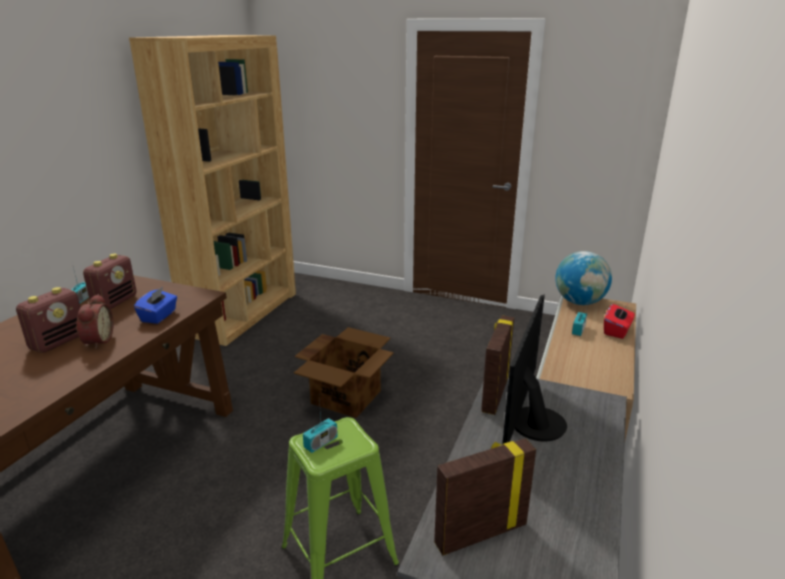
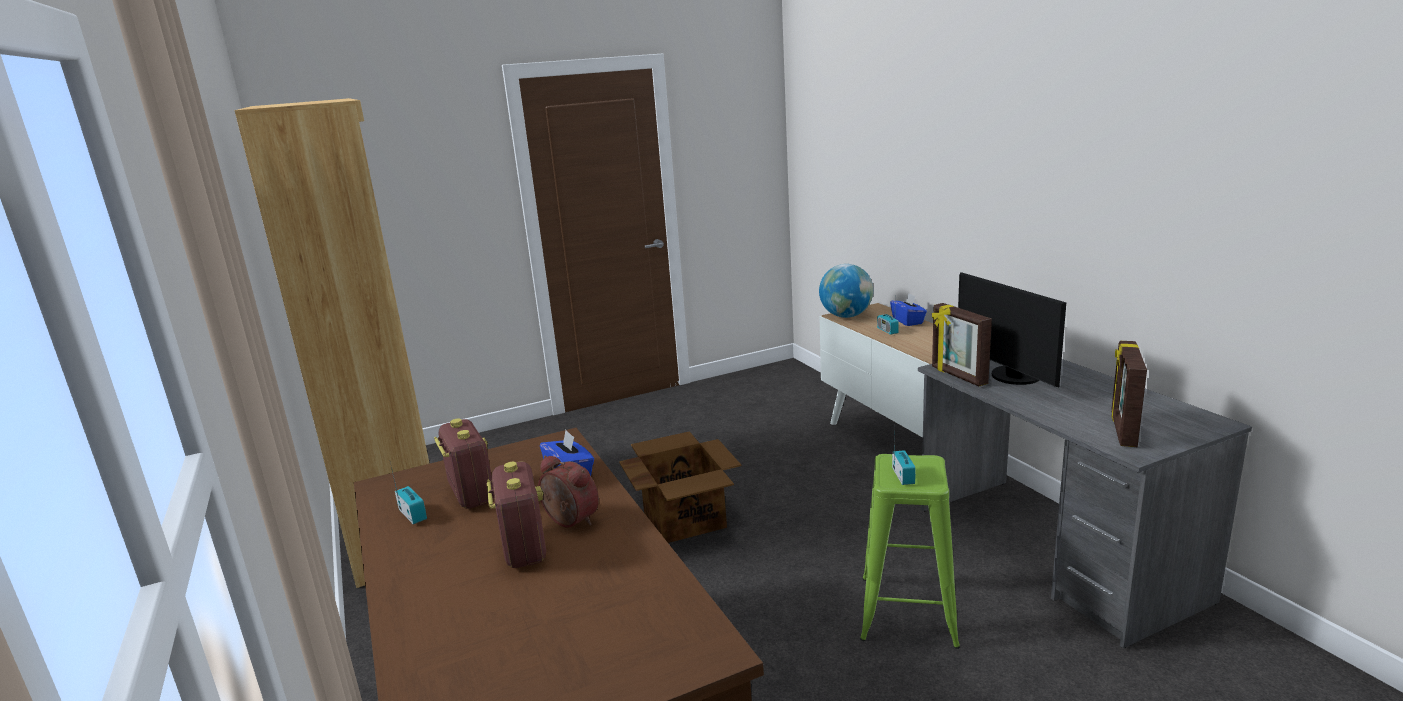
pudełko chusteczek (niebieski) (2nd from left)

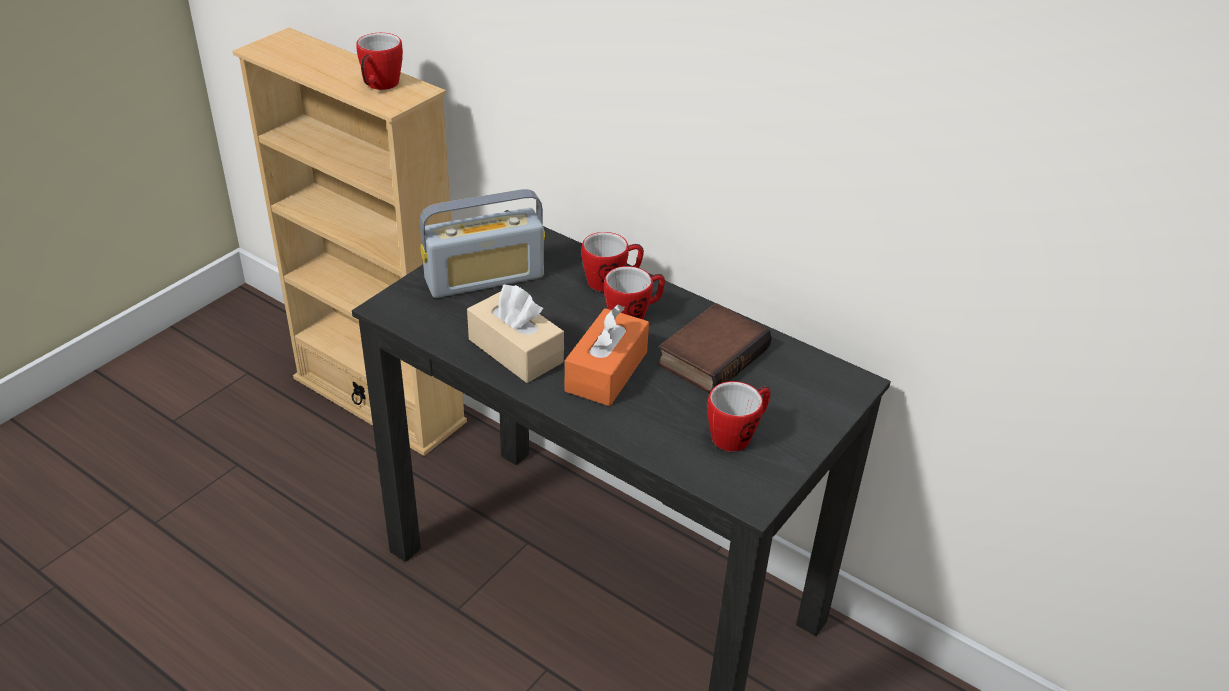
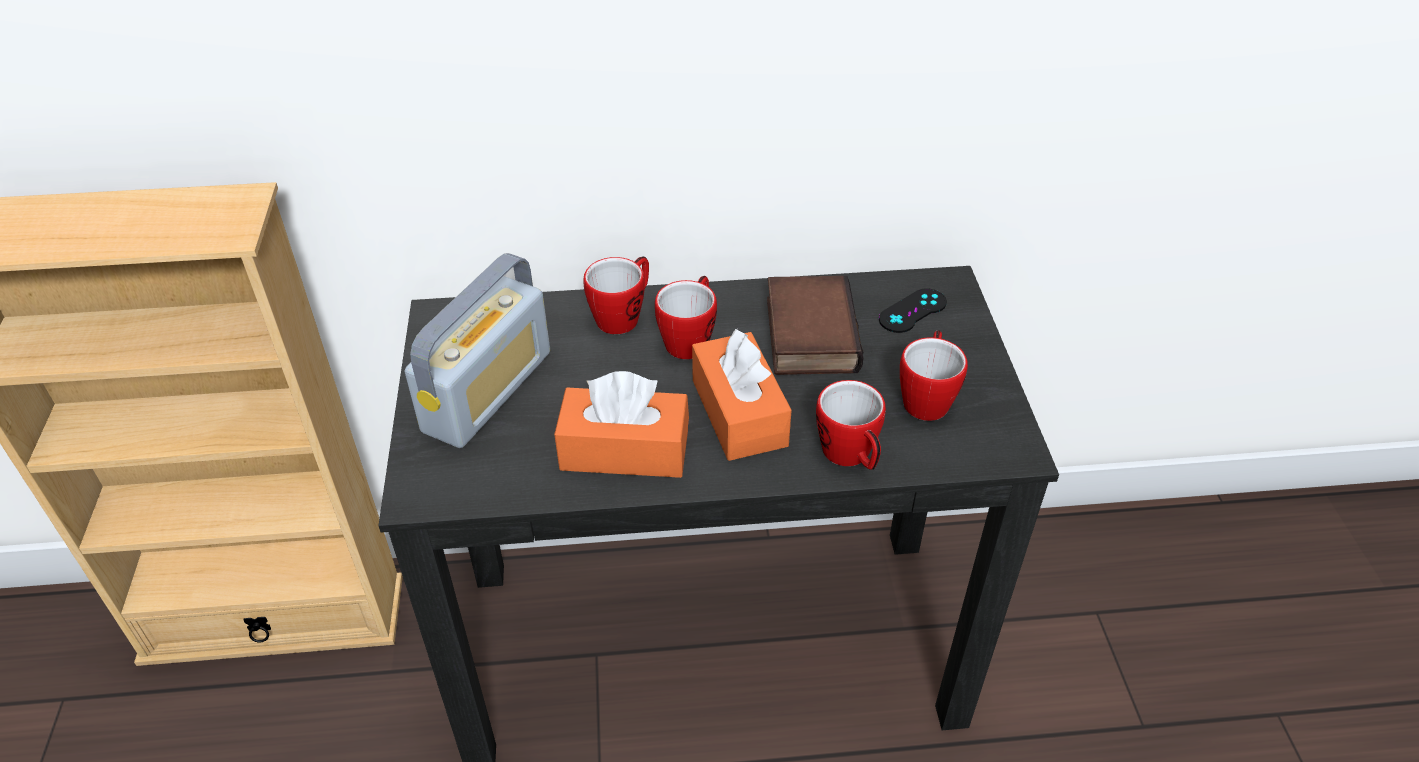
kubek (3rd from left)
pudełko chusteczek (pomarańczowy) (1st from left)
pad do gier (czarny)

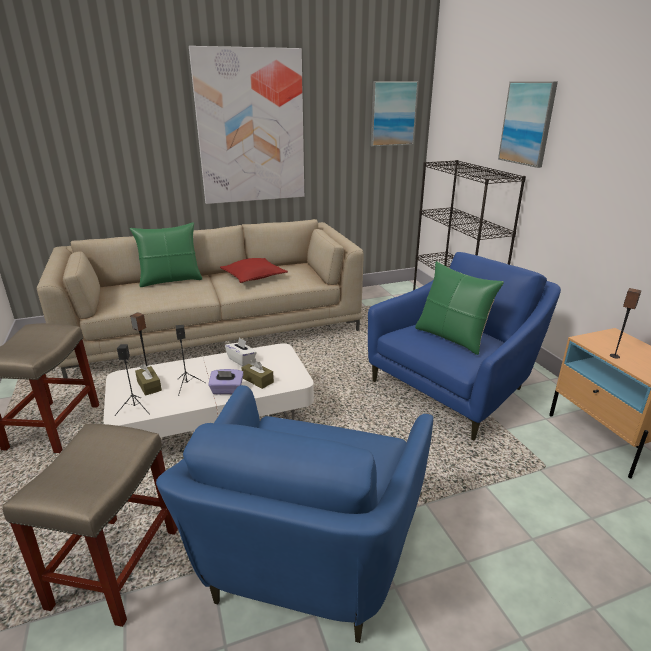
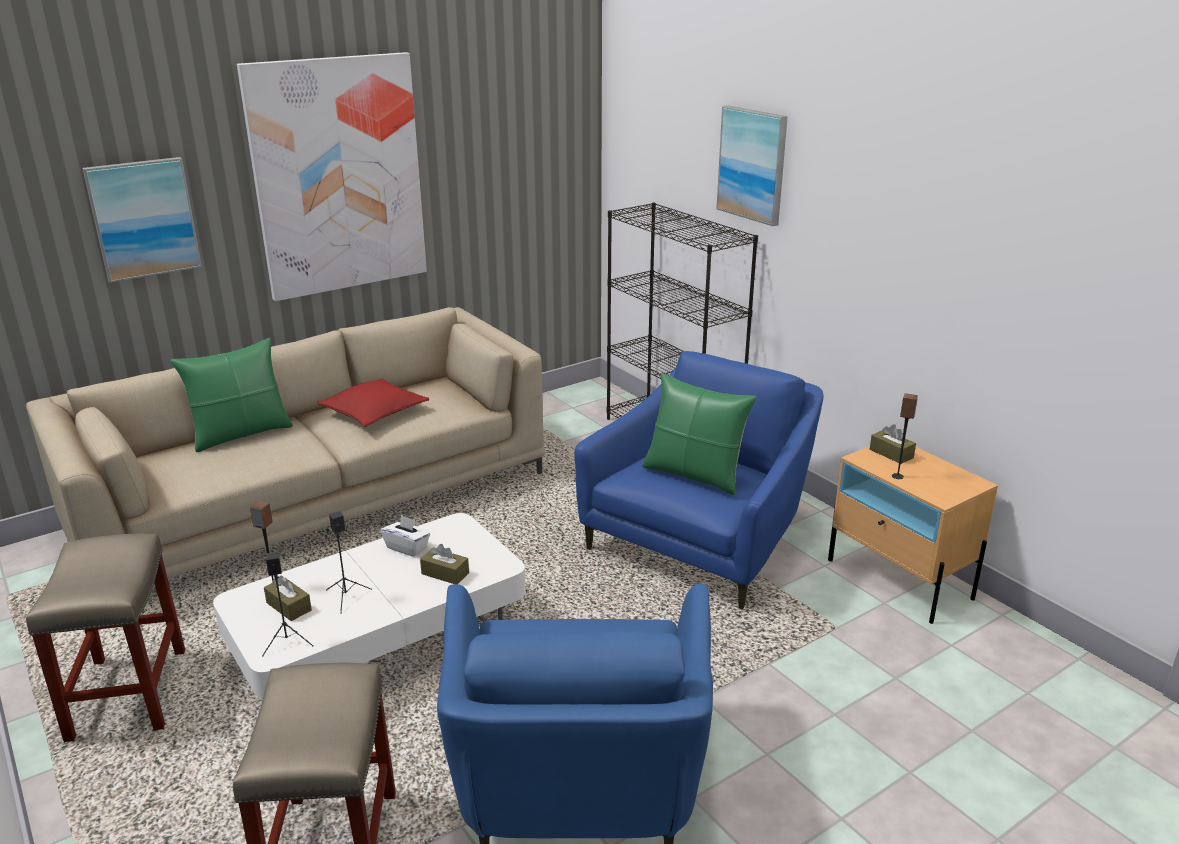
obraz (1st from left)
pudełko chusteczek (fioletowy)
pudełko chusteczek (brązowy) (3rd from left)

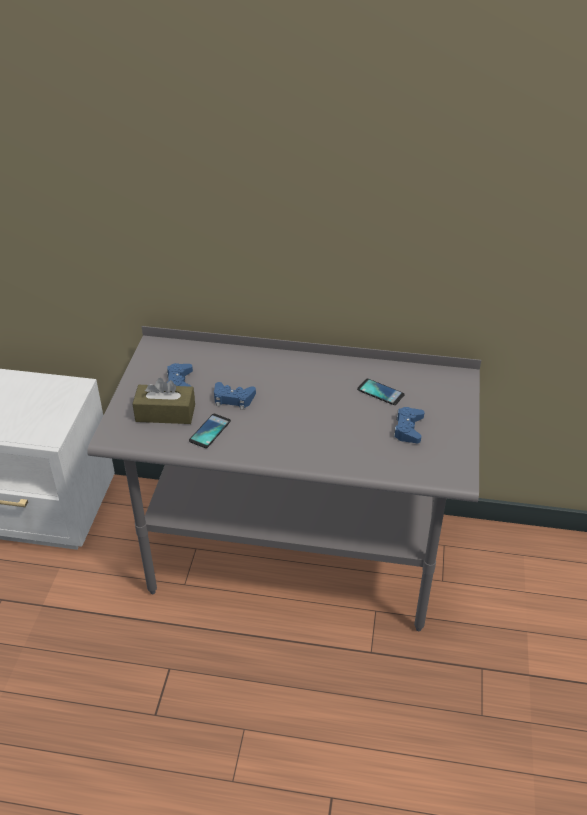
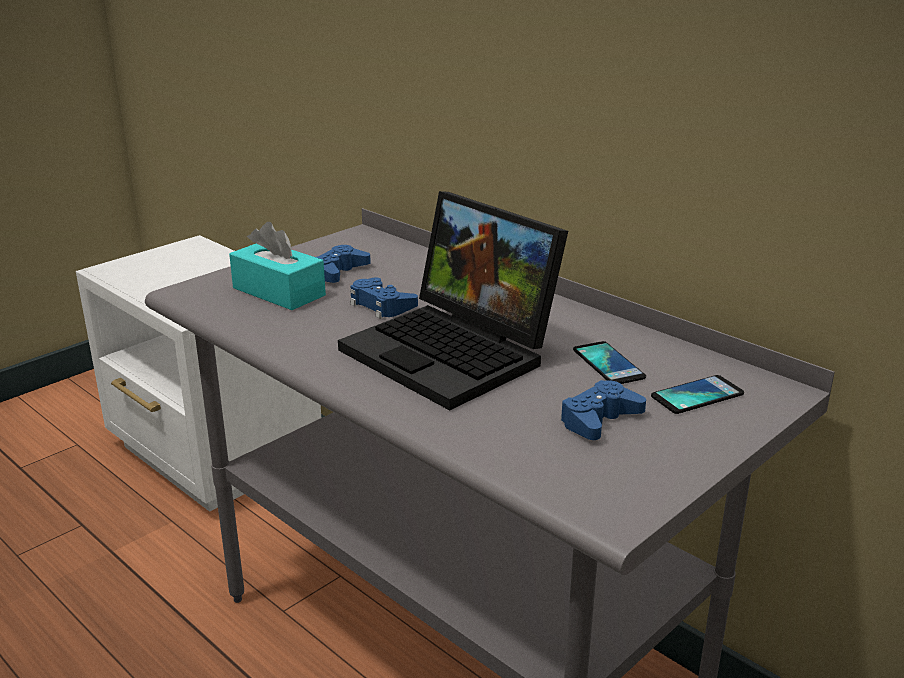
pudełko chusteczek (turkusowy)
telefon (2nd from left)
laptop

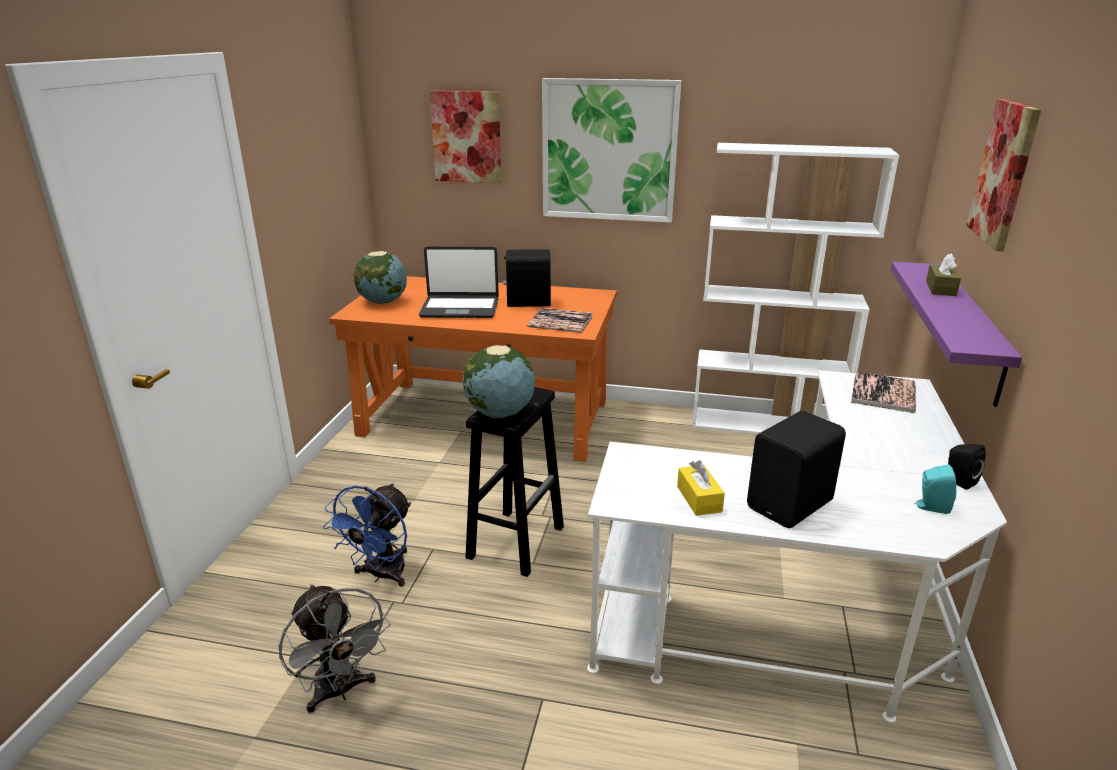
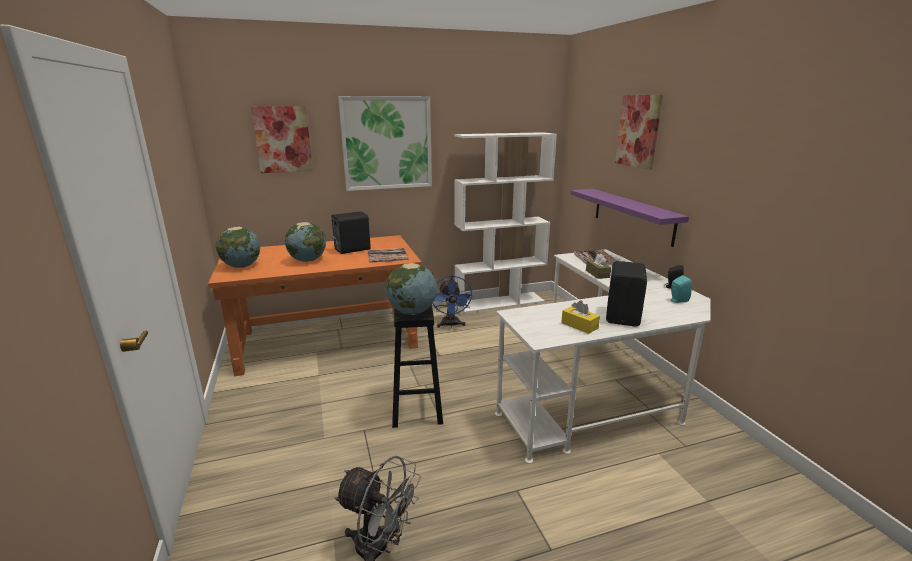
globus (2nd from left)
pudełko chusteczek (brązowy)
wentylator (niebieski)

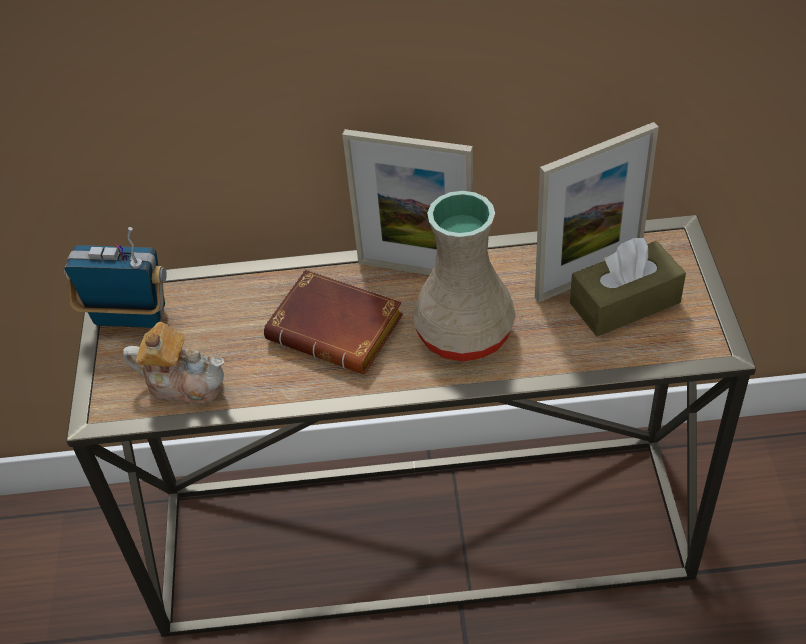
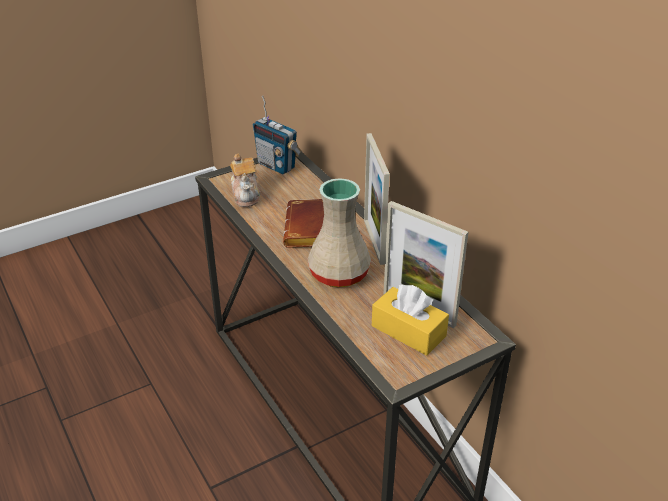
radio
pudełko chusteczek (żółty)

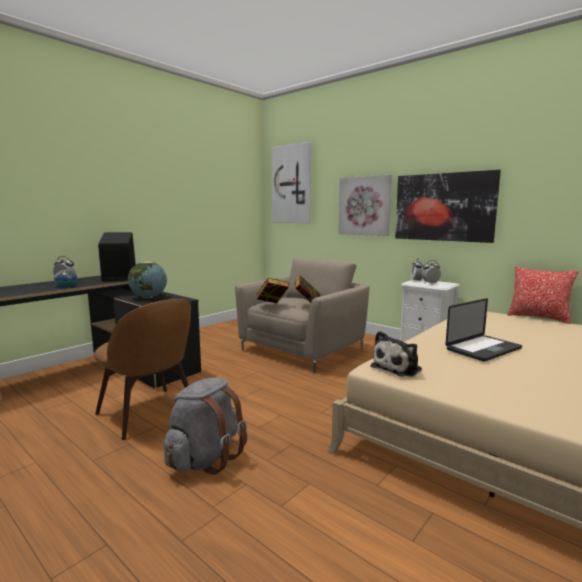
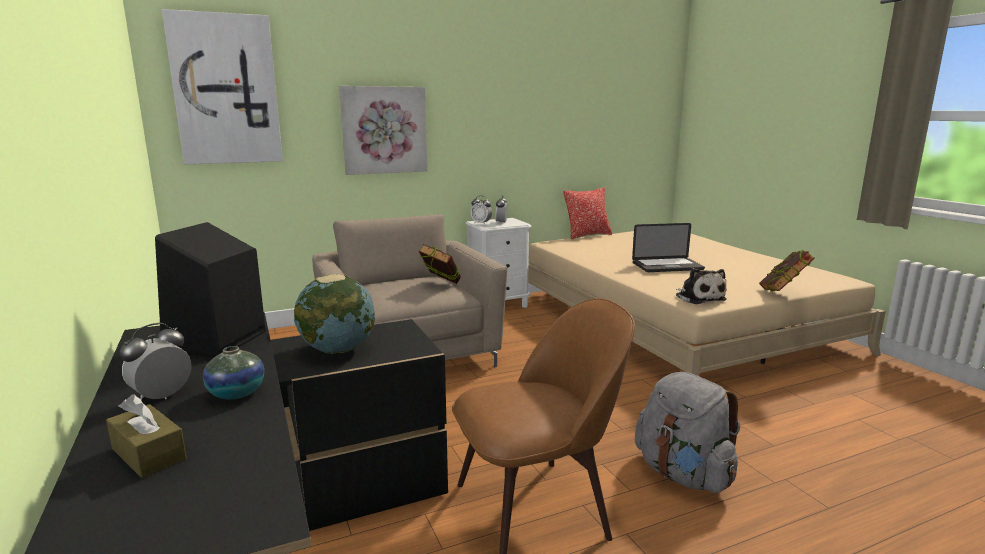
obraz (3rd from left in the first image)
książka (2nd from left)
laptop
pudełko chusteczek (brązowy)

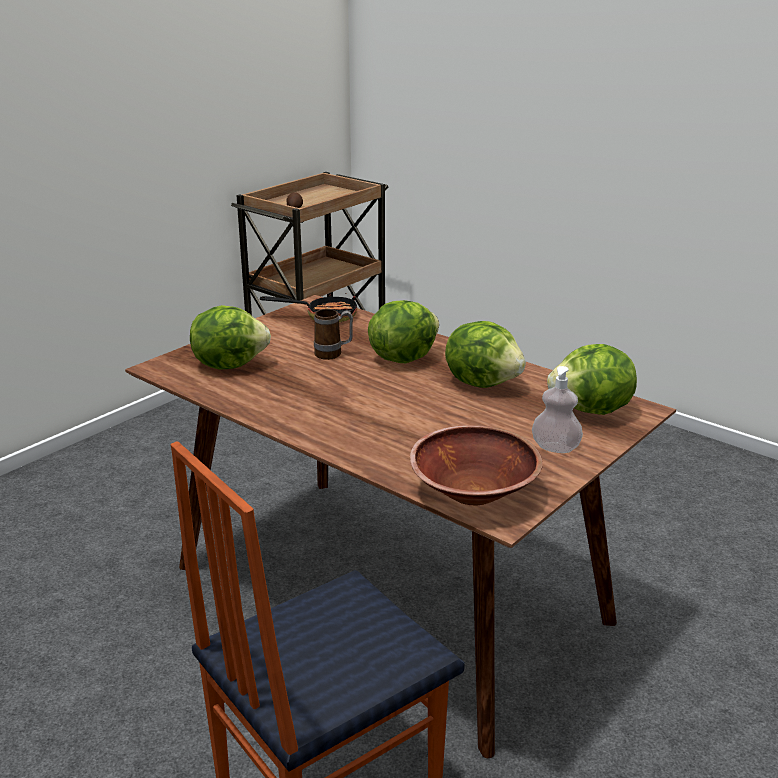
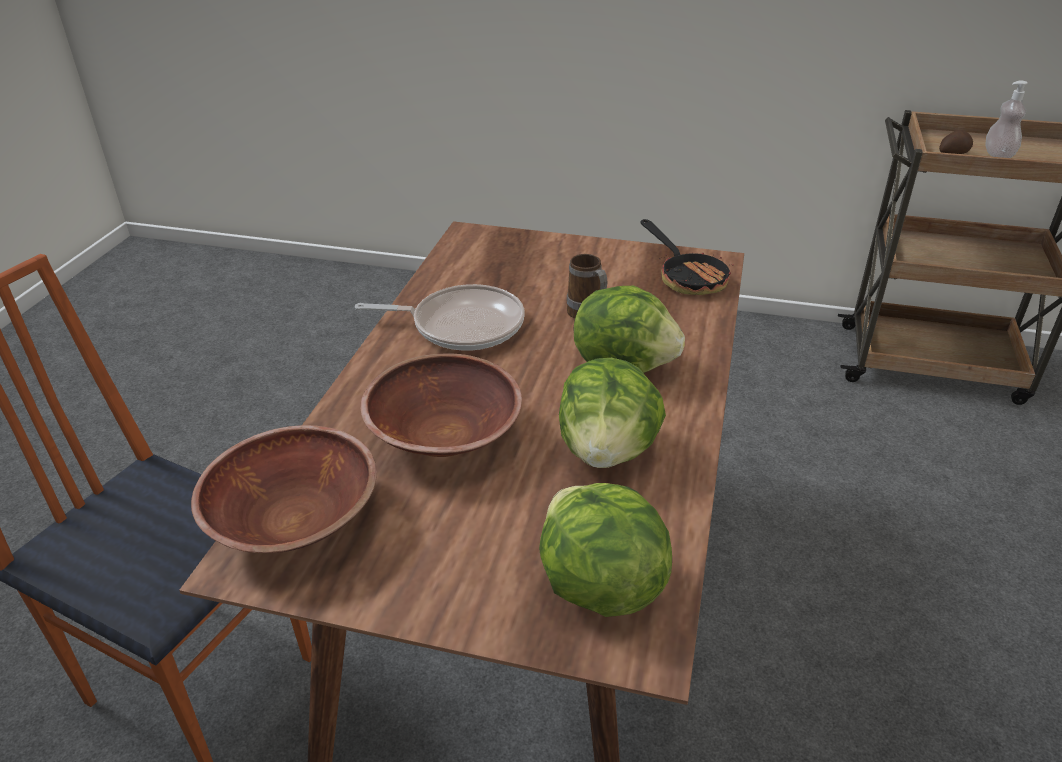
sałata (1st from left in the first image)
dozownik mydła
patelnia (1st from left)
miska (brązowy) (2nd from left)

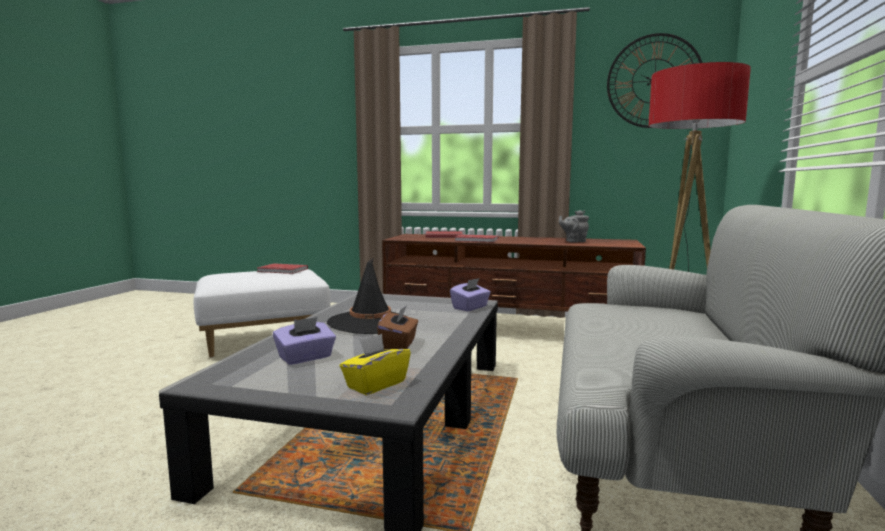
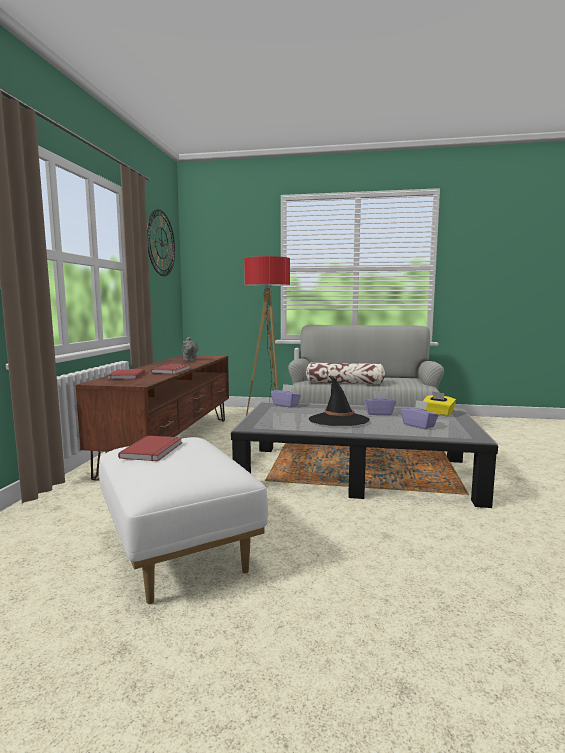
pudełko chusteczek (fioletowy) (2nd from left)
poduszka

